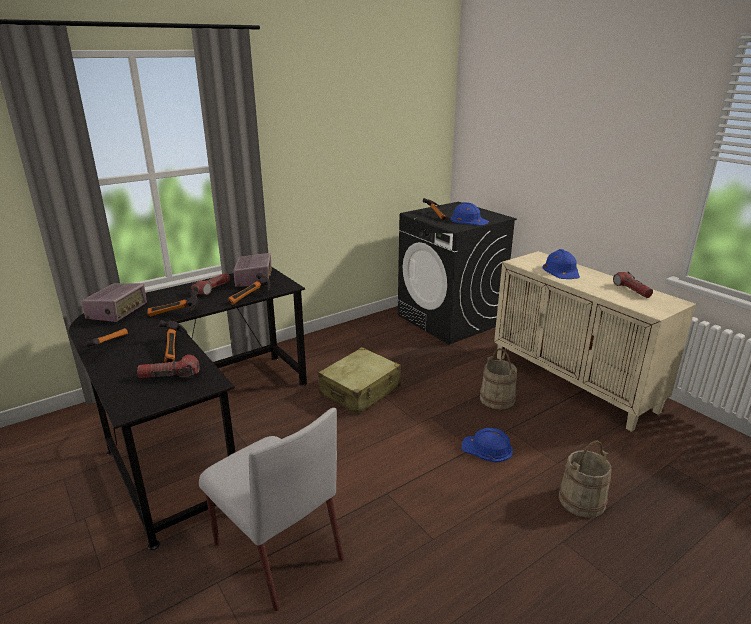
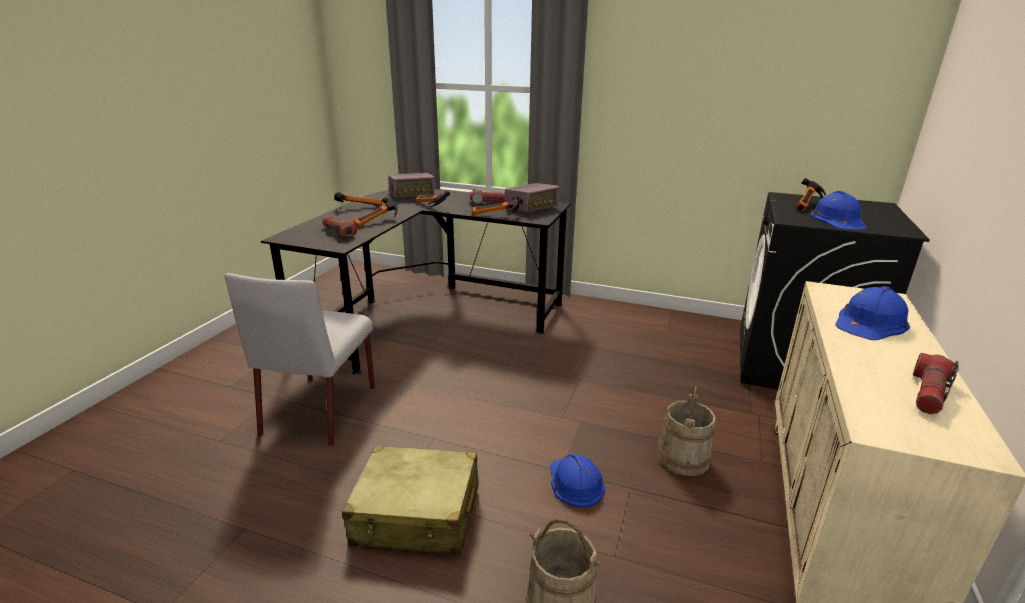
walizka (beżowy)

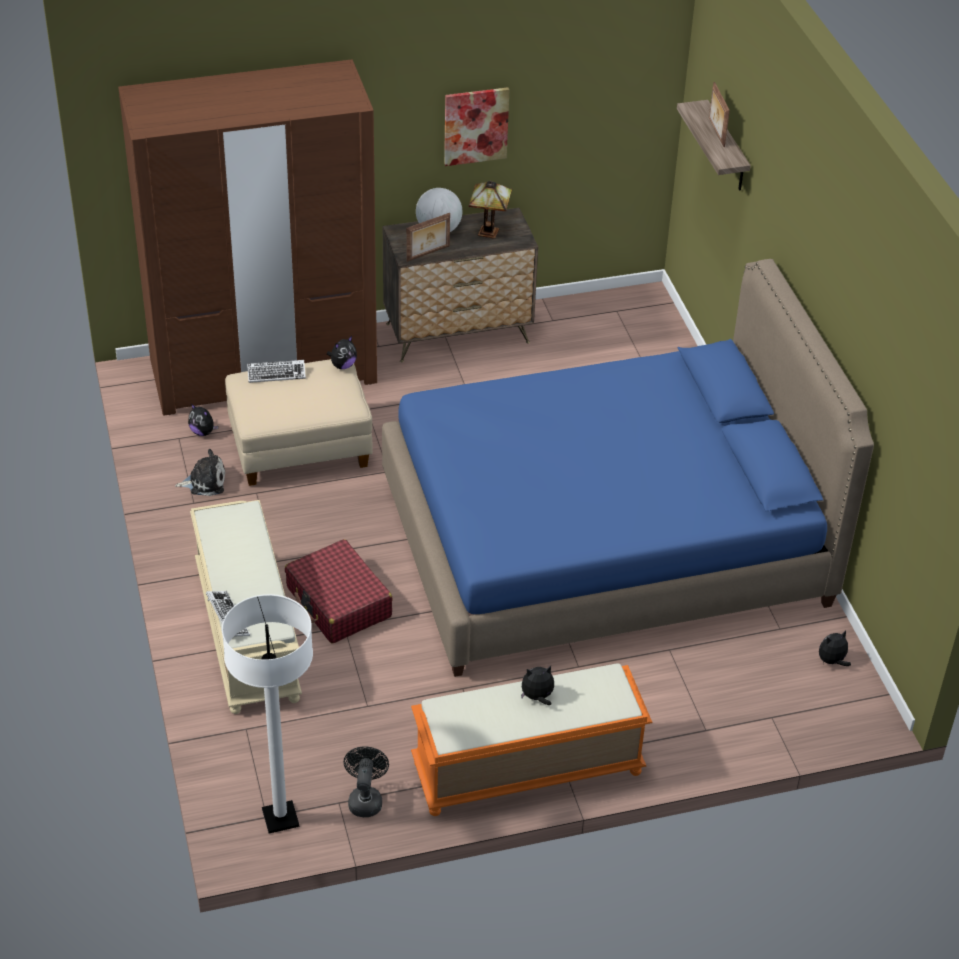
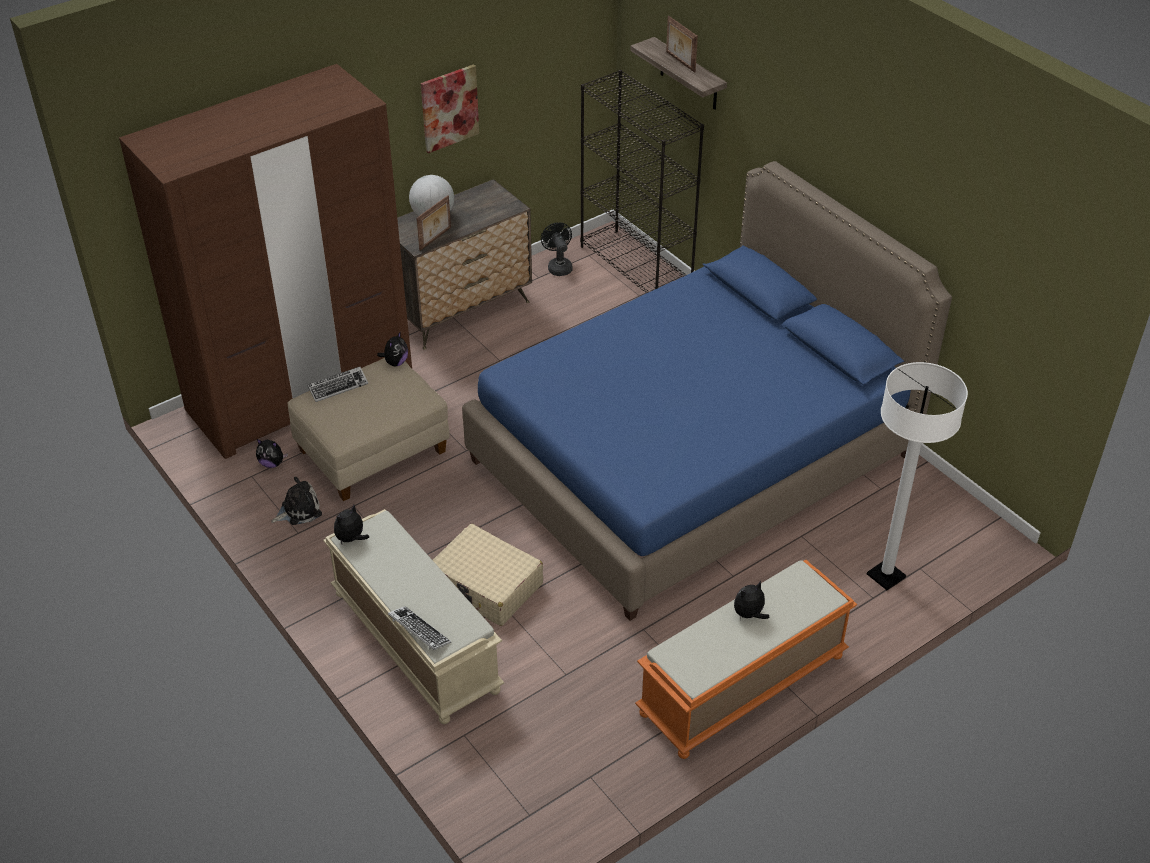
lampa stołowa
walizka (beżowy)
lampa stojąca (biały)
pluszak (3rd from left)
wentylator (czarny)
regał (czarny)

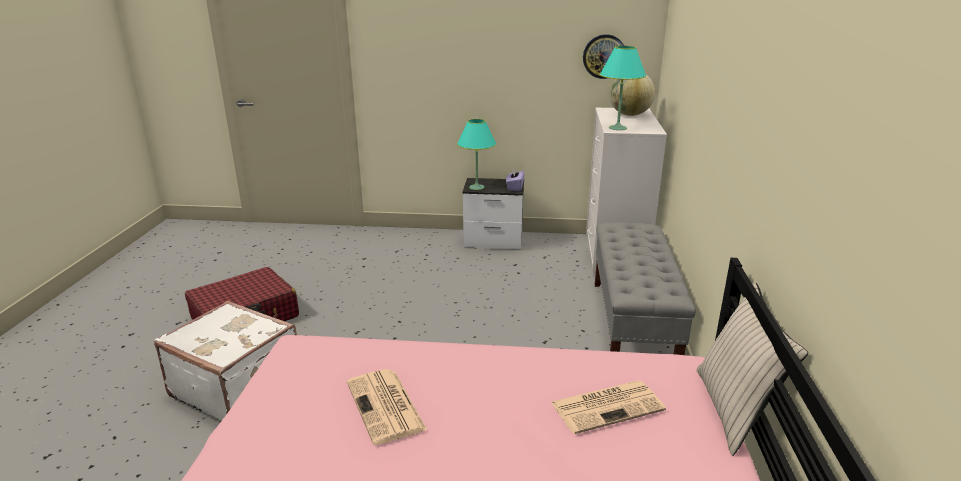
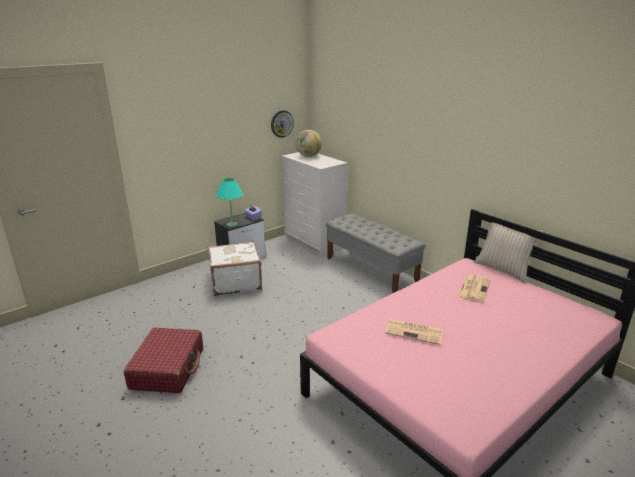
lampa stołowa (turkusowy) (2nd from left in the first image)
walizka (biały)

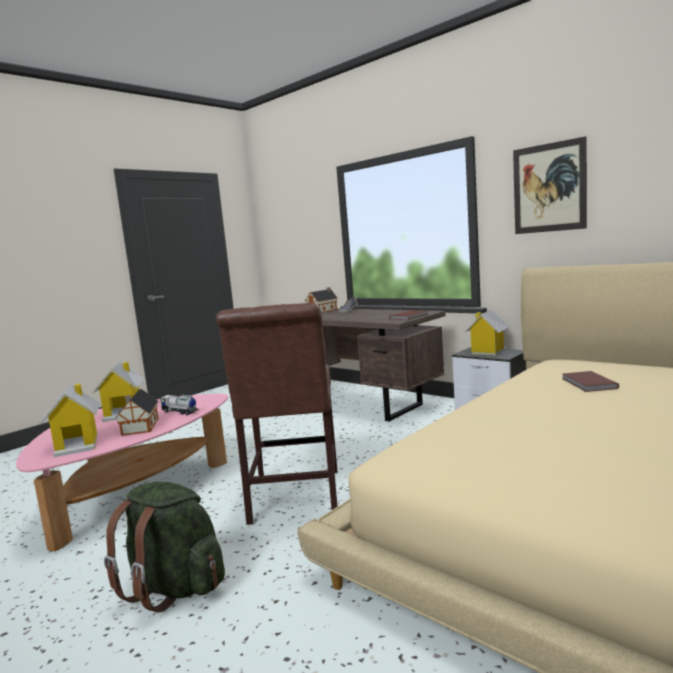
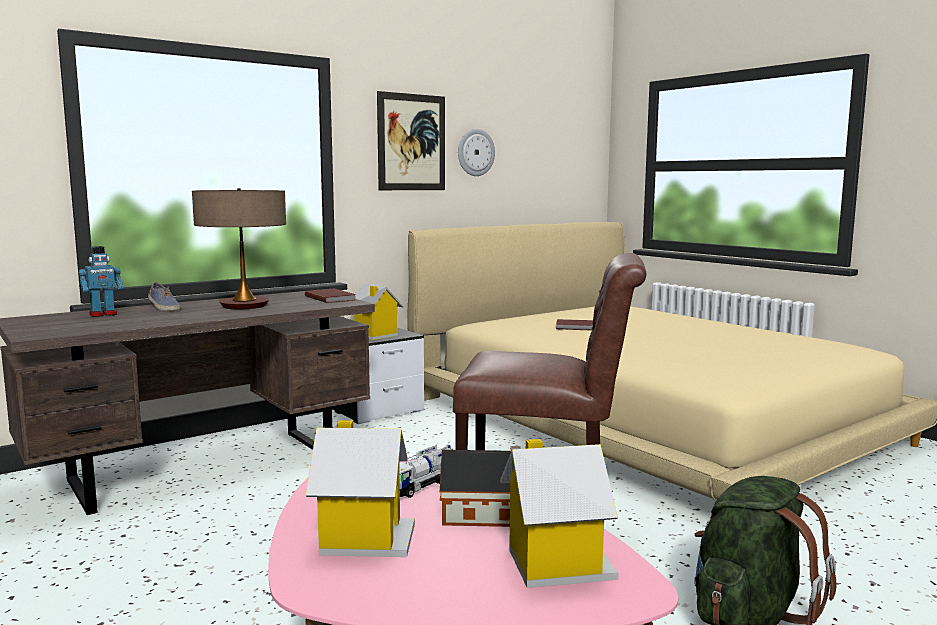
robot zabawkowy
zegar ścienny
lampa stołowa

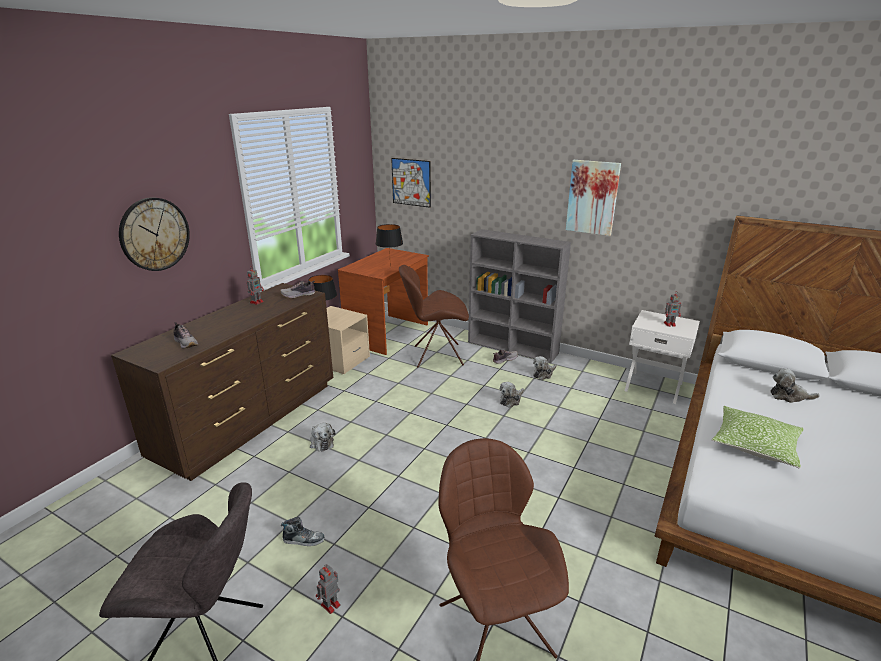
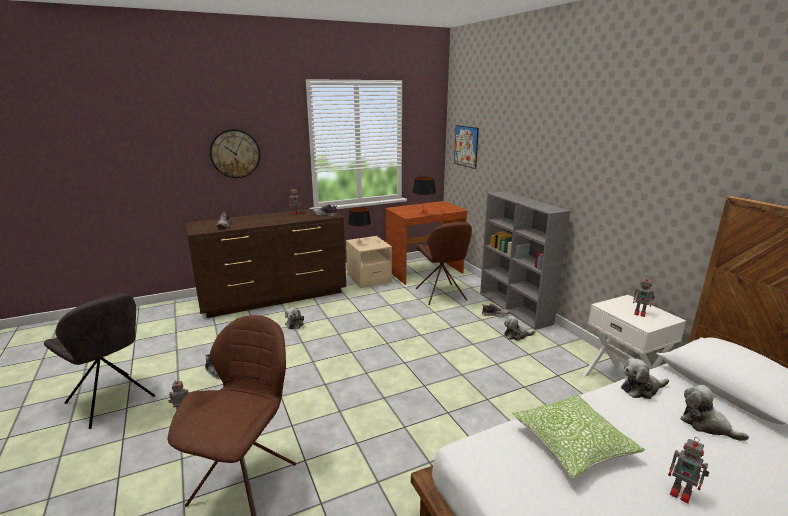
obraz (2nd from left in the first image)
krzesło (brązowy) (2nd from left)
pluszak (3rd from left)
robot zabawkowy (4th from left)

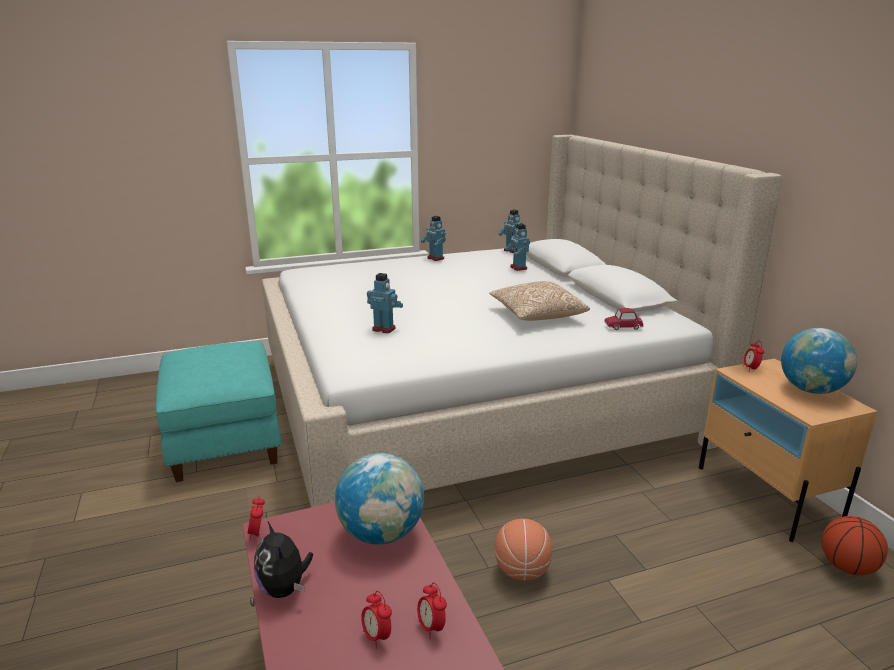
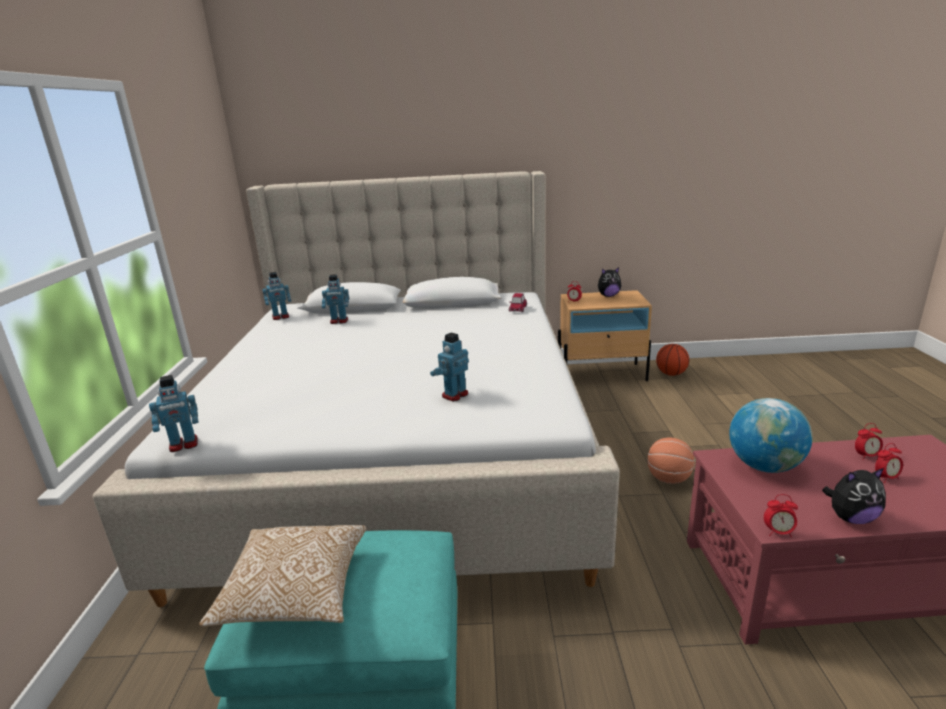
robot zabawkowy (1st from left)
poduszka
pluszak (1st from left)

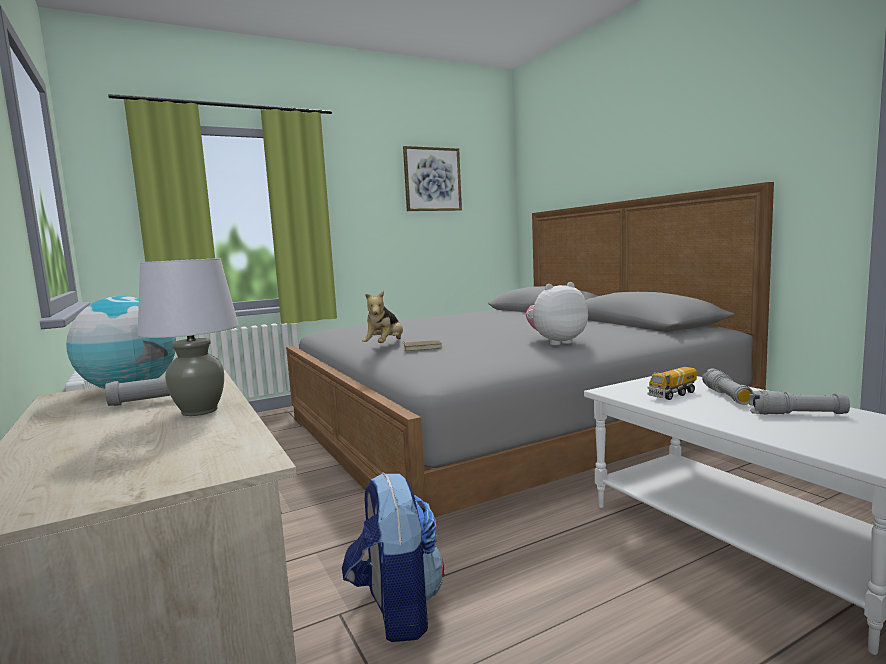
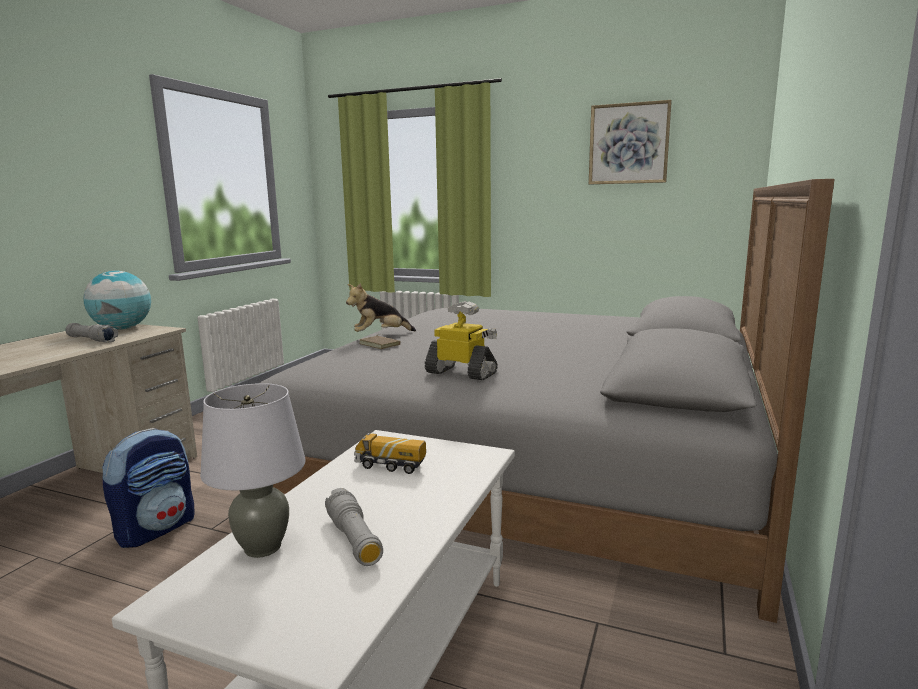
lampa stołowa (szary)
robot zabawkowy
latarka (szary) (2nd from left in the first image)

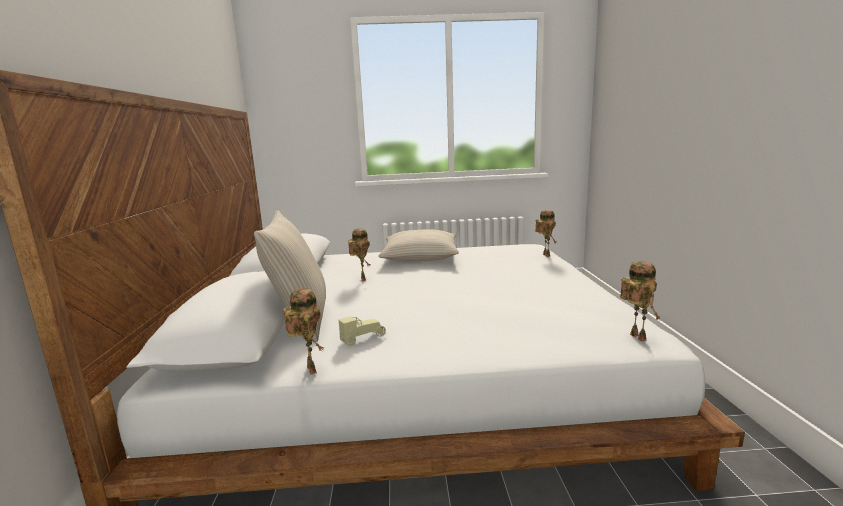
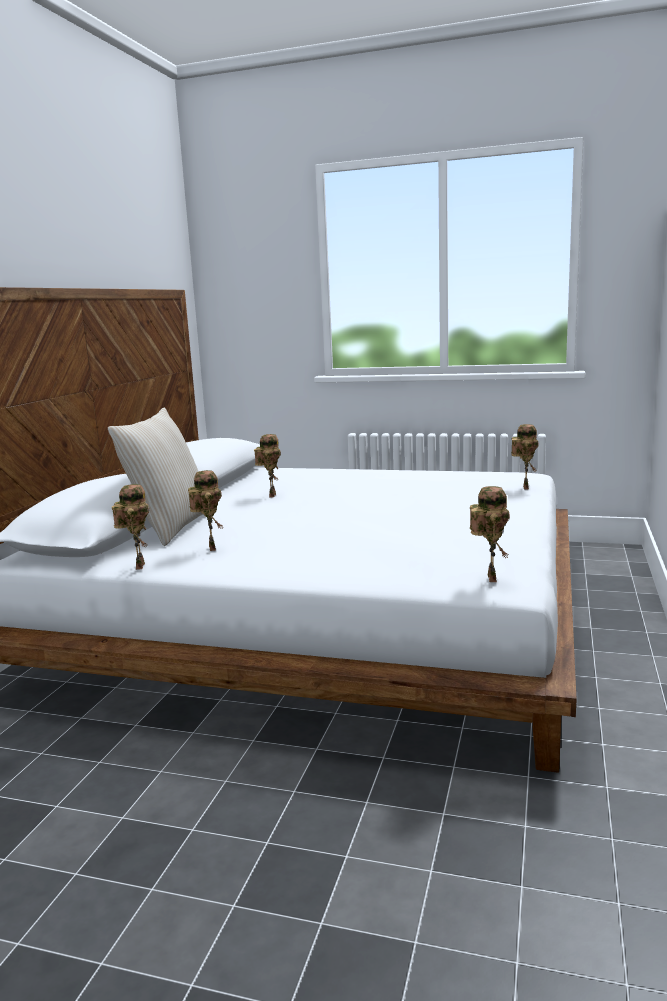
poduszka (beżowy) (2nd from left in the first image)
robot zabawkowy (2nd from left)

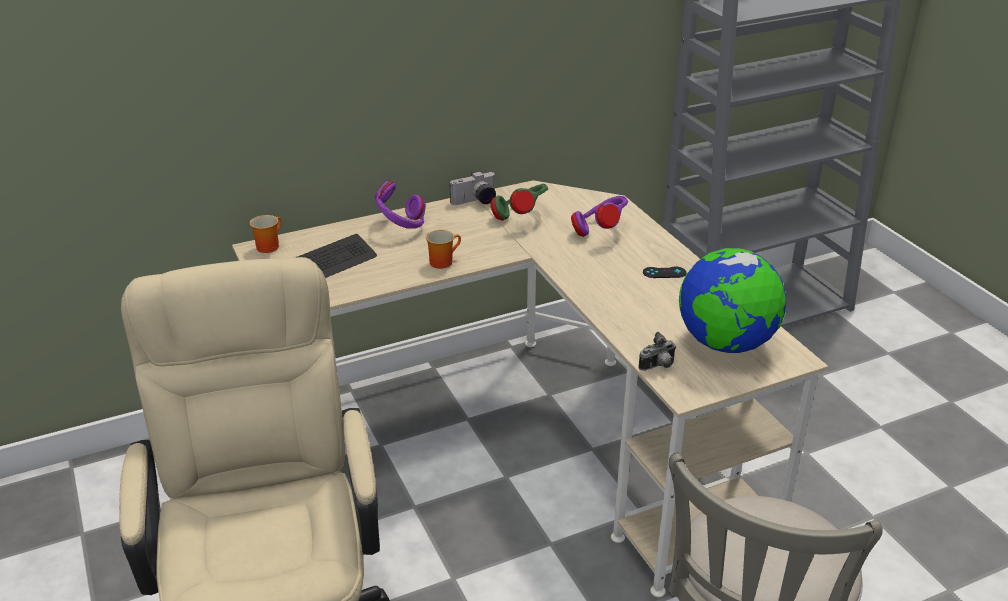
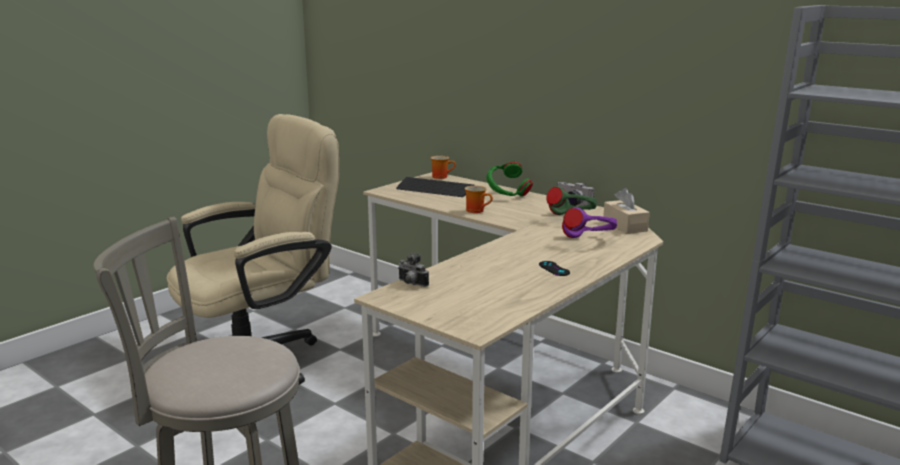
słuchawki (zielony) (1st from left)
globus
pudełko chusteczek (beżowy)

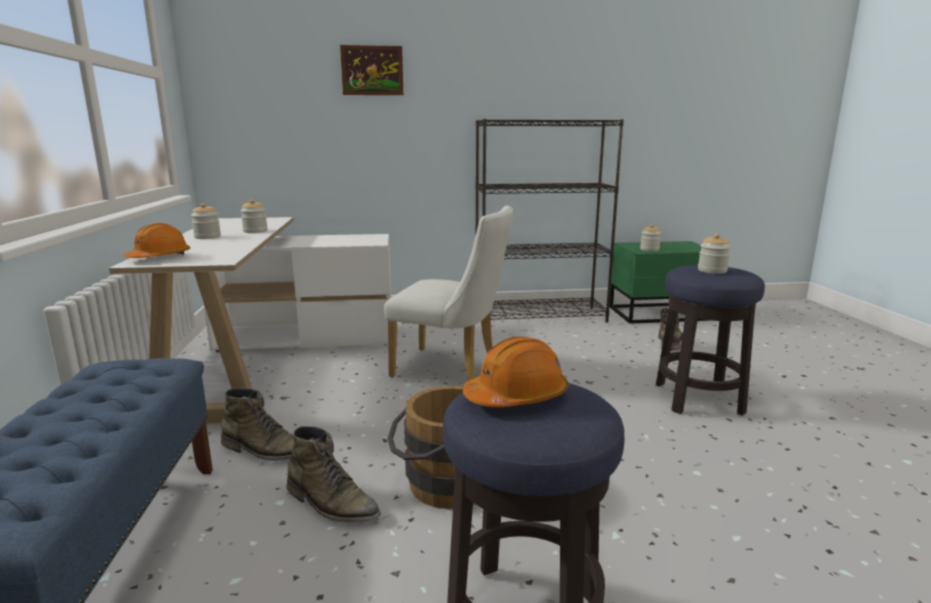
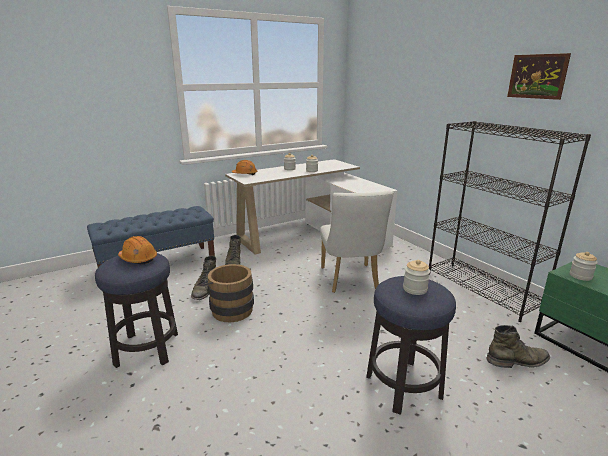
obraz

